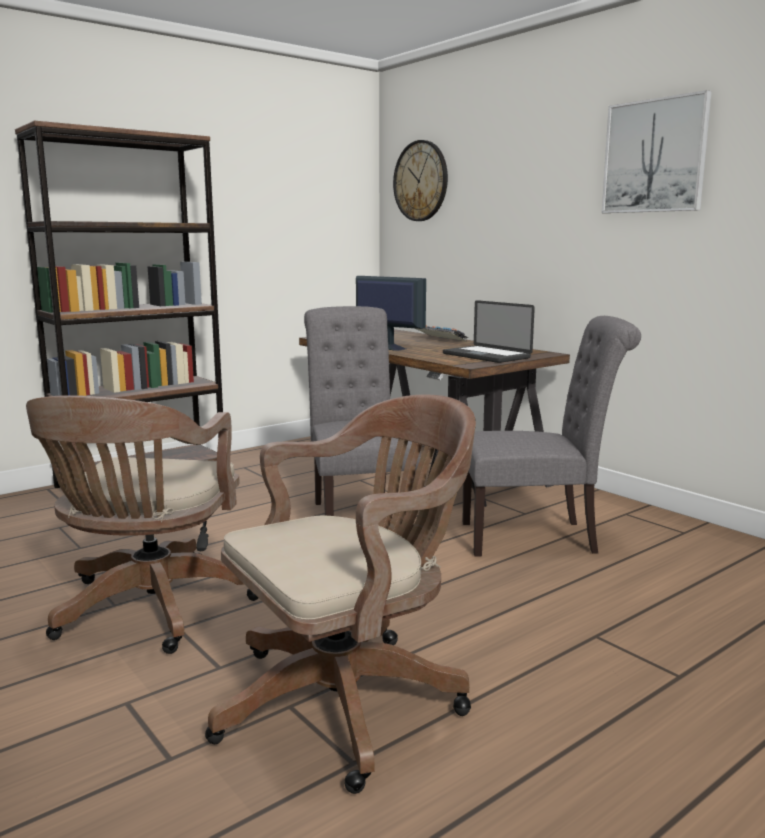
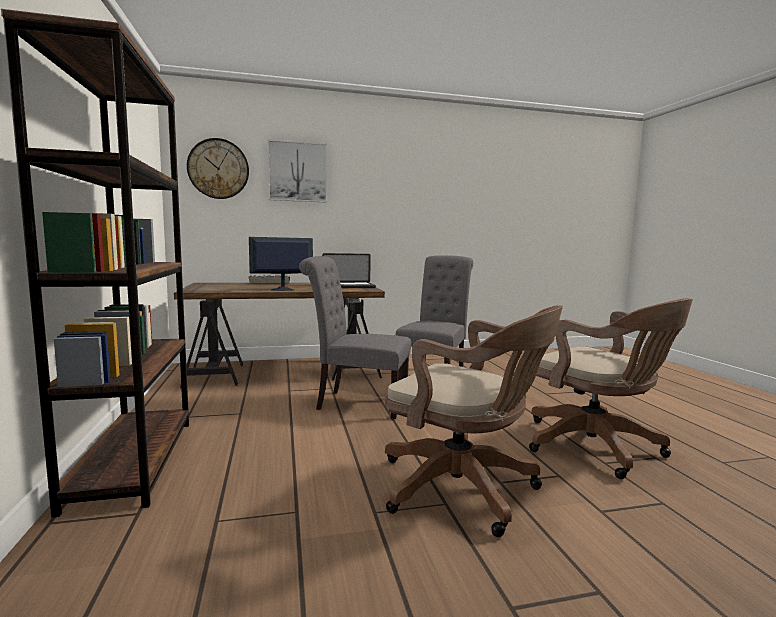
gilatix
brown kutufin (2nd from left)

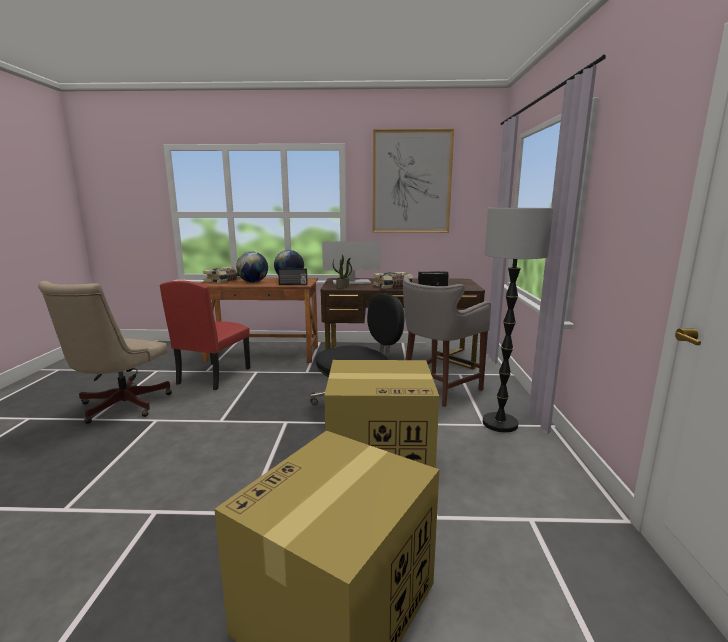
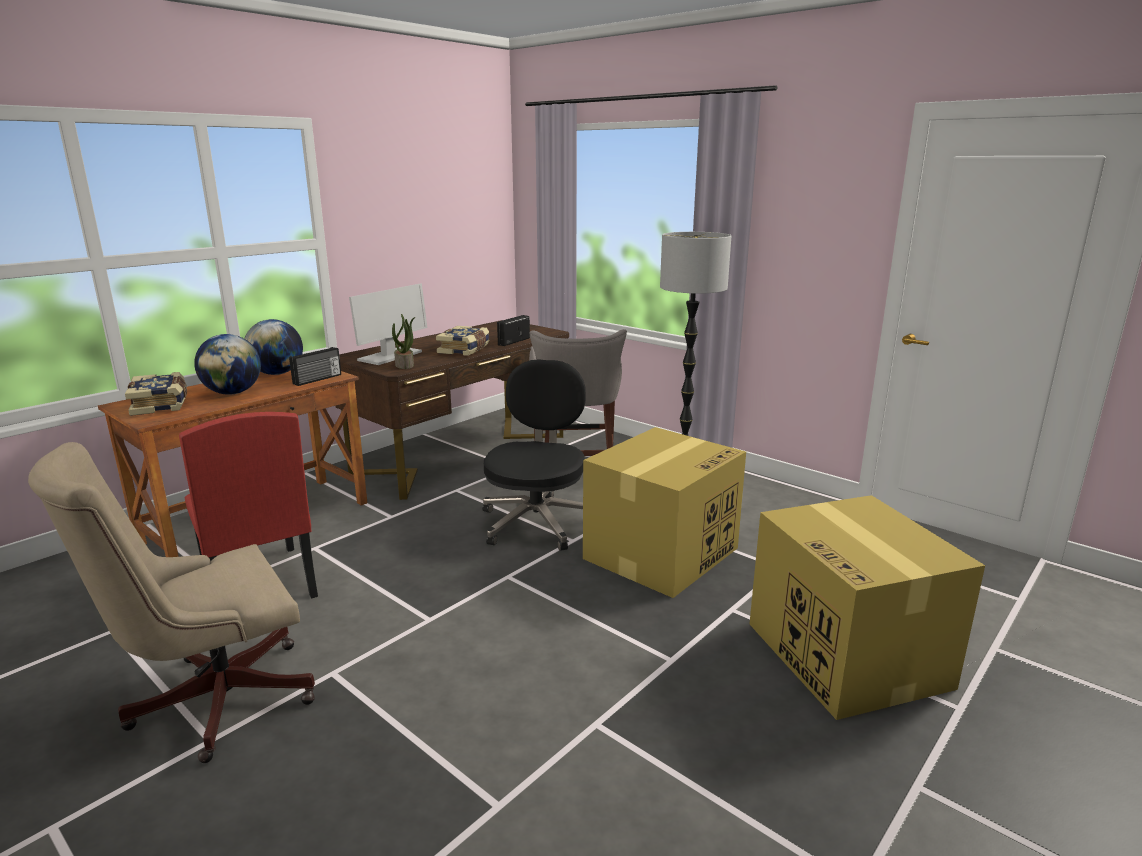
gilatix
beige kutufin

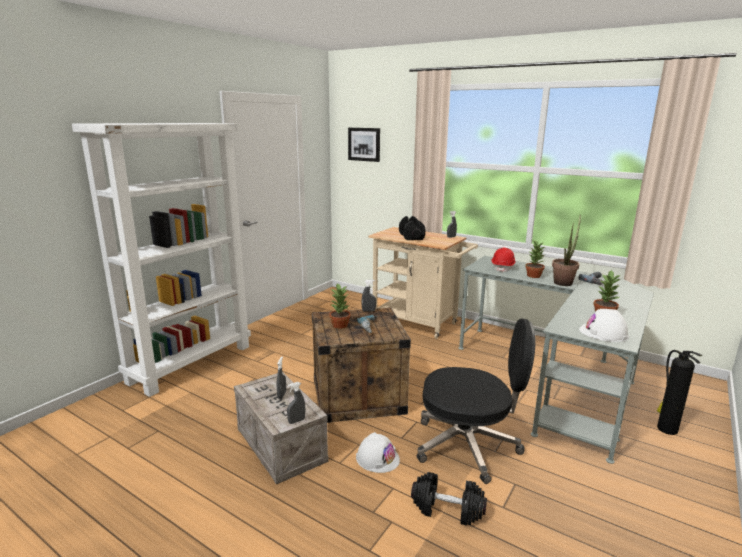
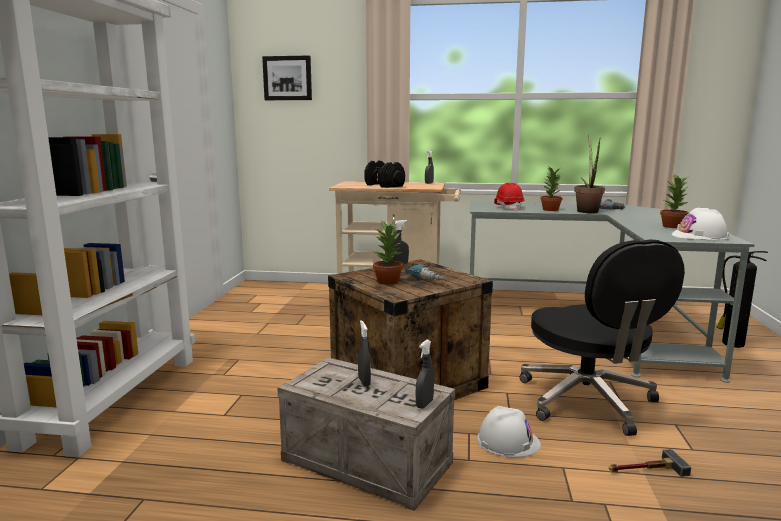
black kutufin
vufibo

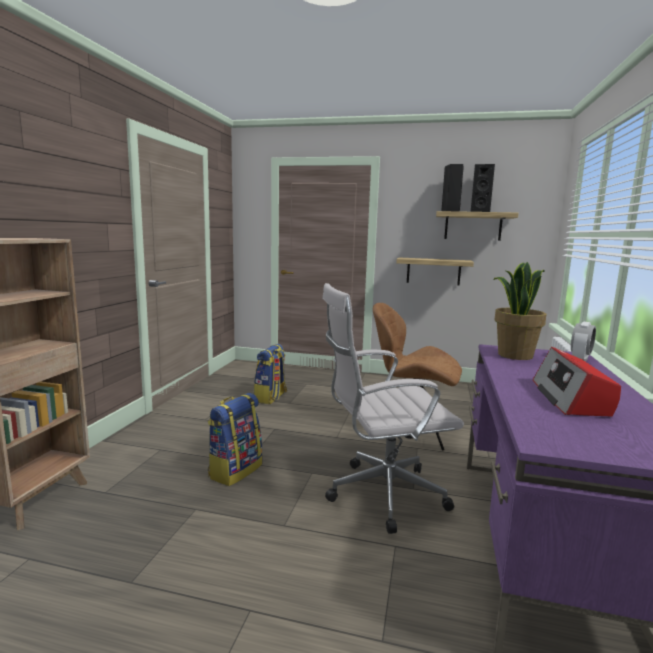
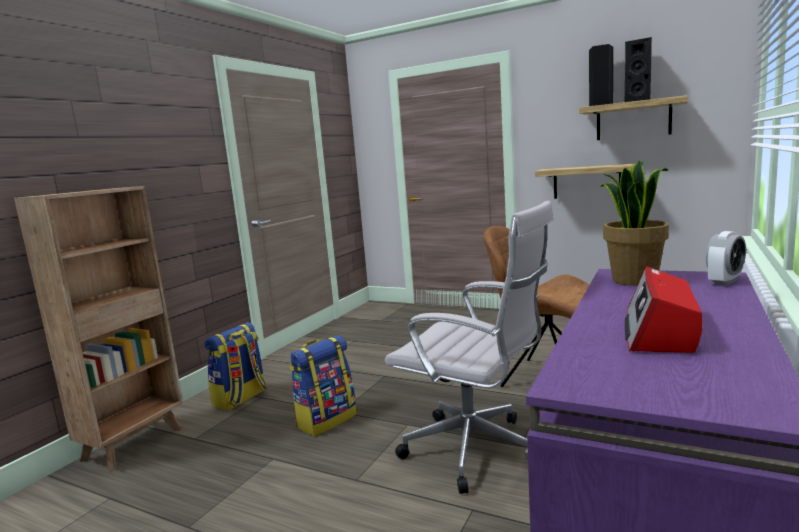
white kutufin
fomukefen (1st from left)

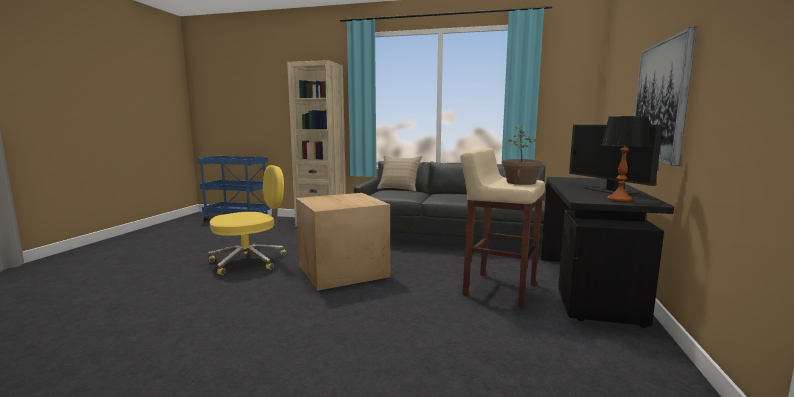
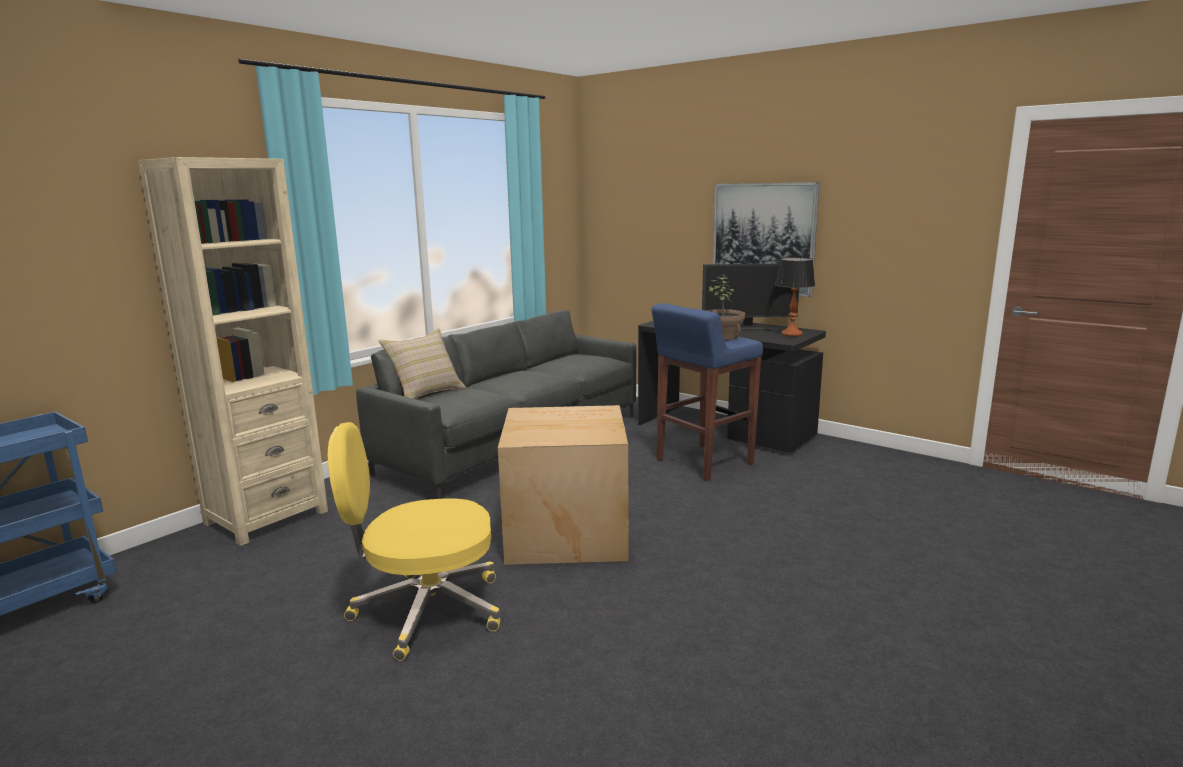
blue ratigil
yellow kutufin

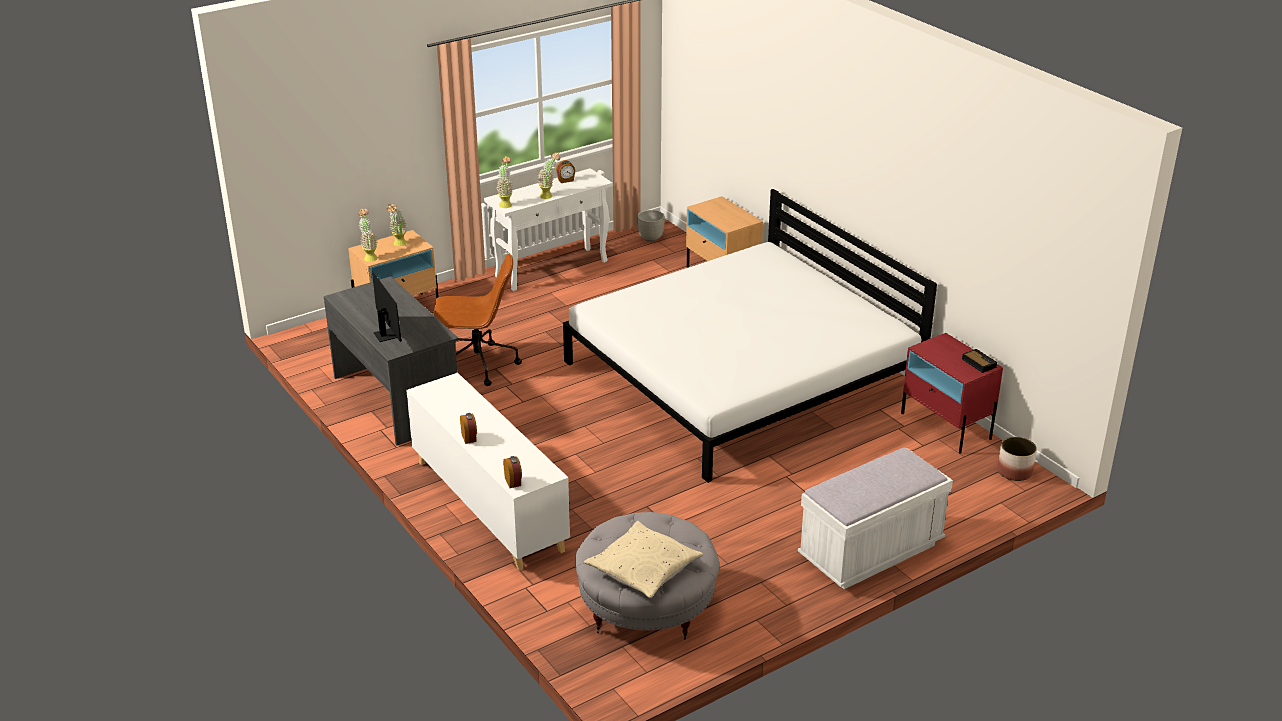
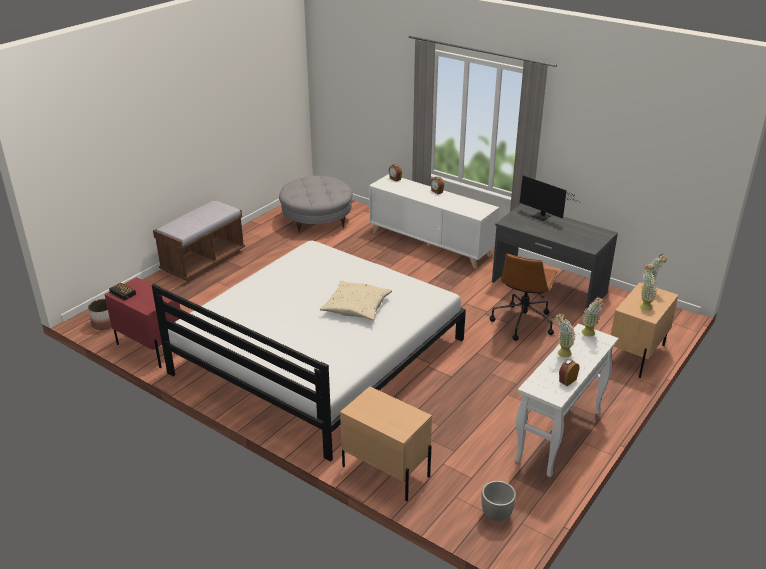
brown kutufin
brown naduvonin
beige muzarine

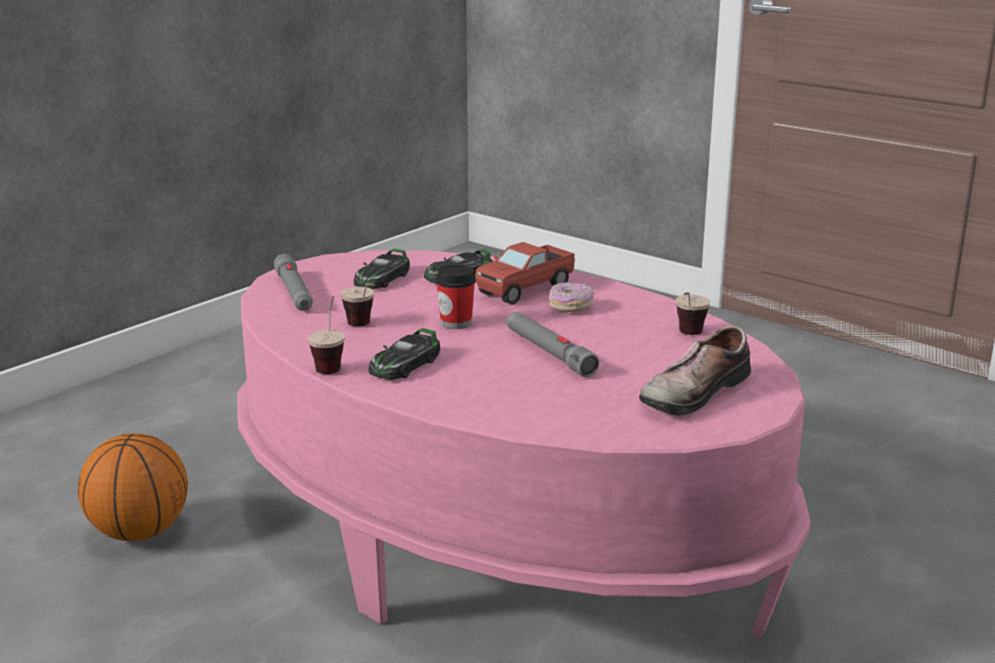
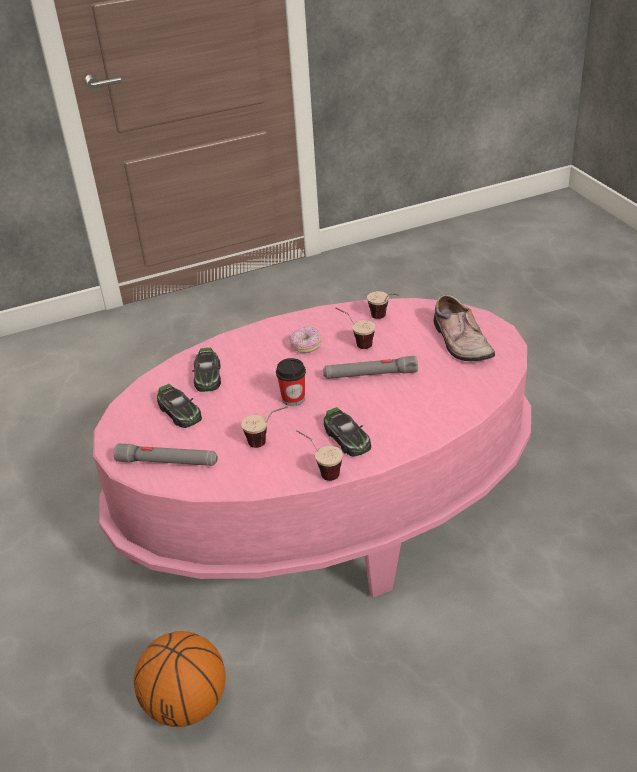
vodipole
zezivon (4th from left)

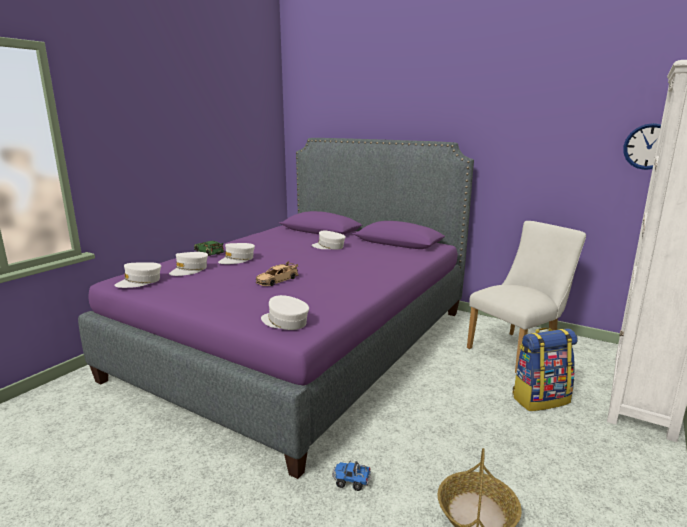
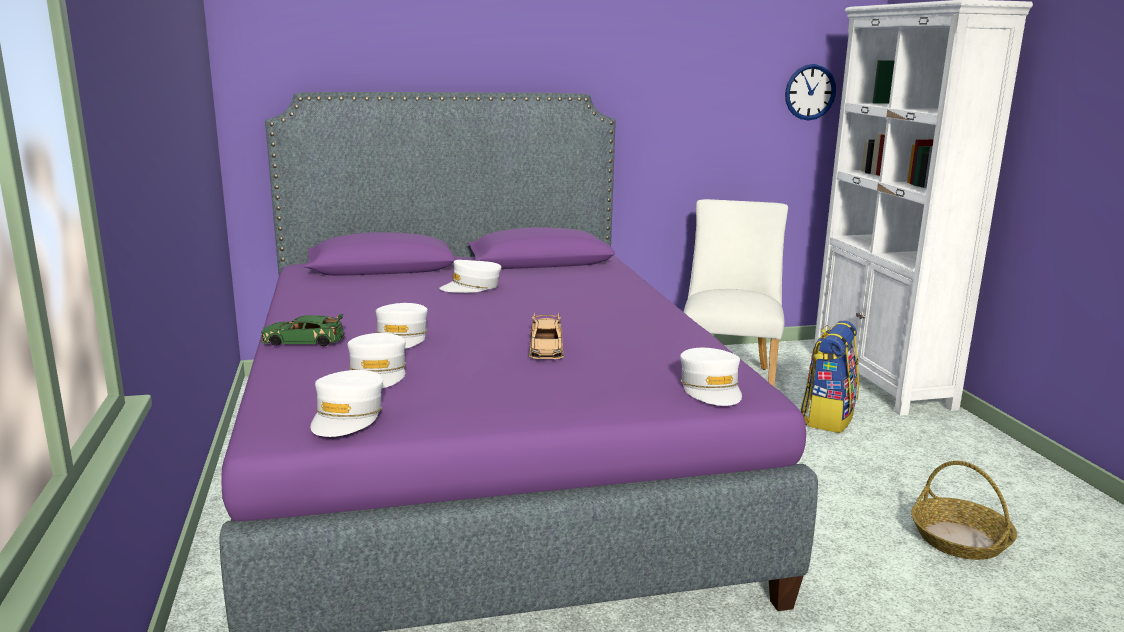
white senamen (5th from left)
vodipole

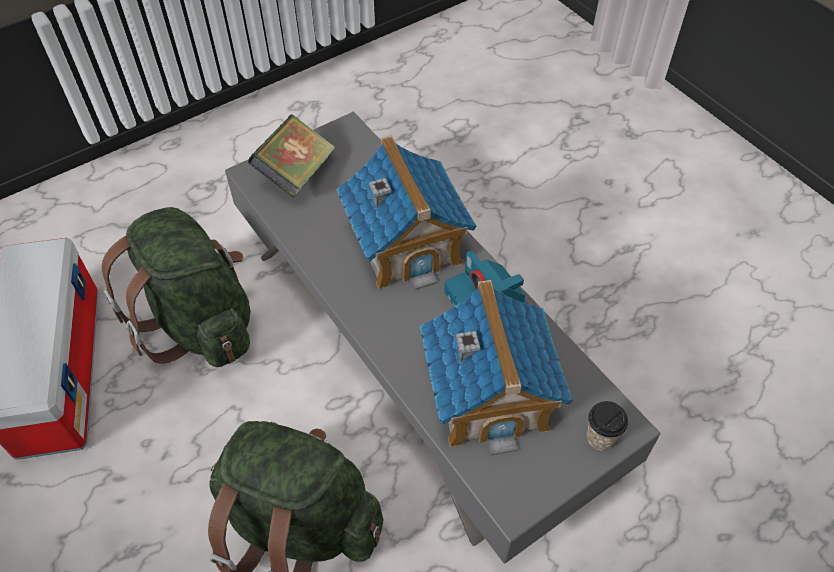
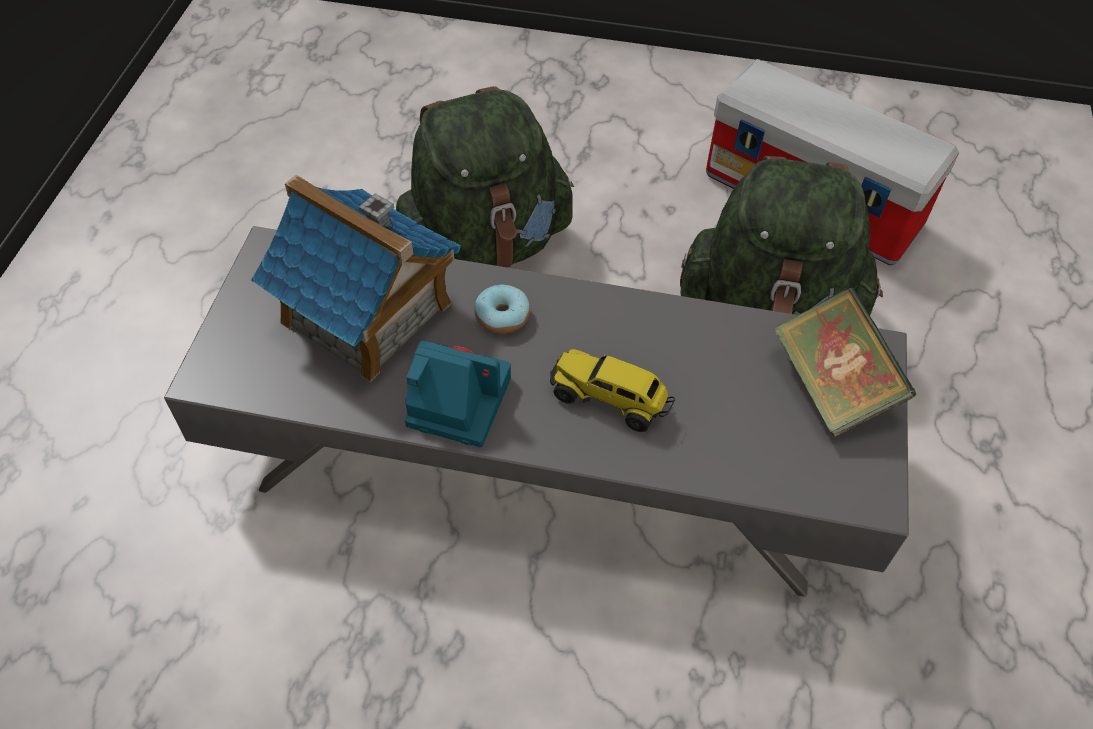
vodipole
zezivon
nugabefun

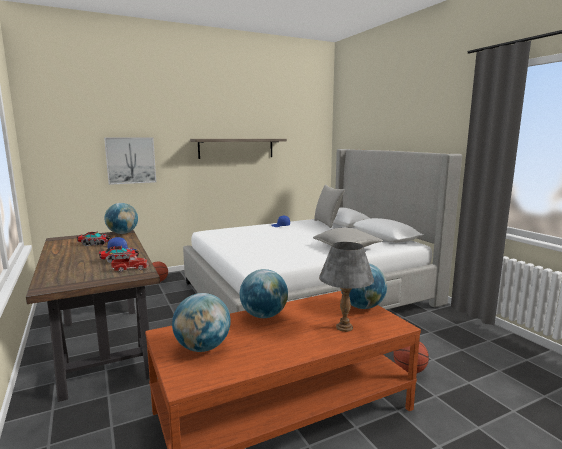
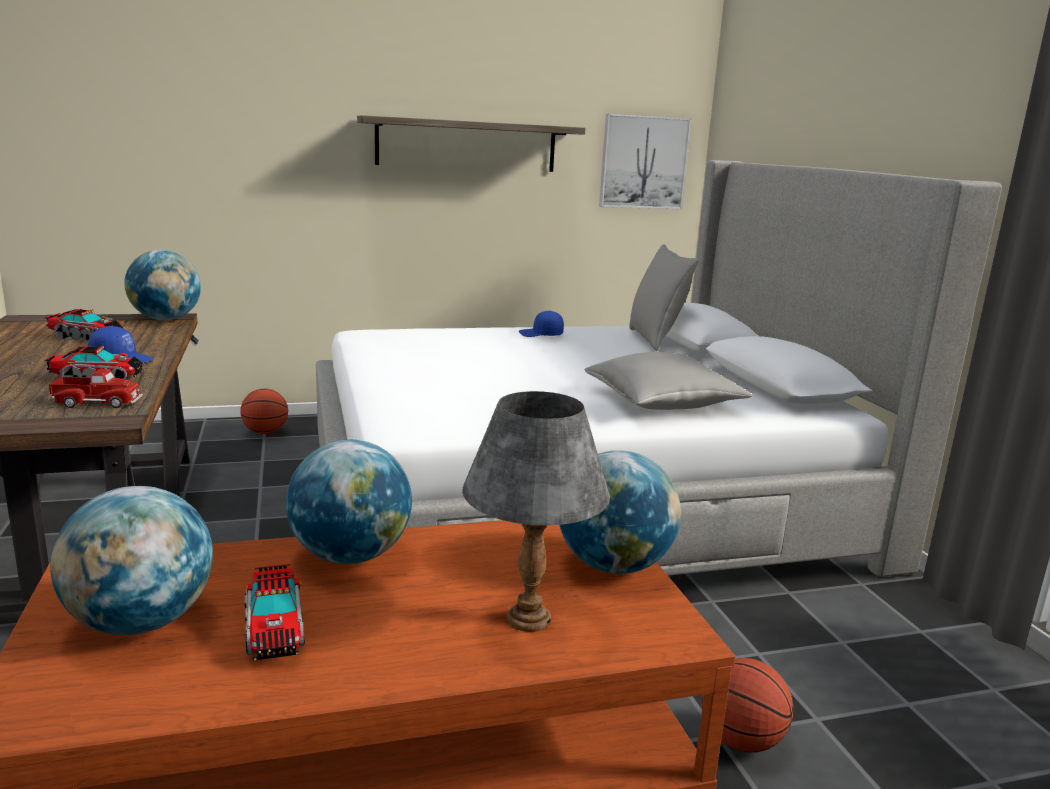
gilatix
vodipole (4th from left)

